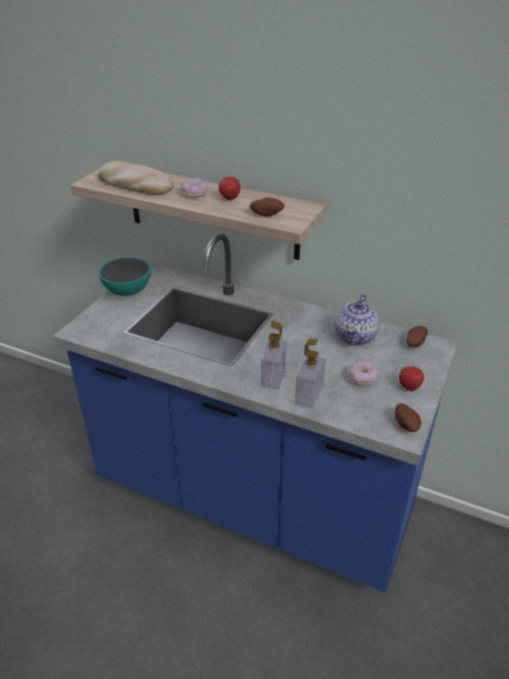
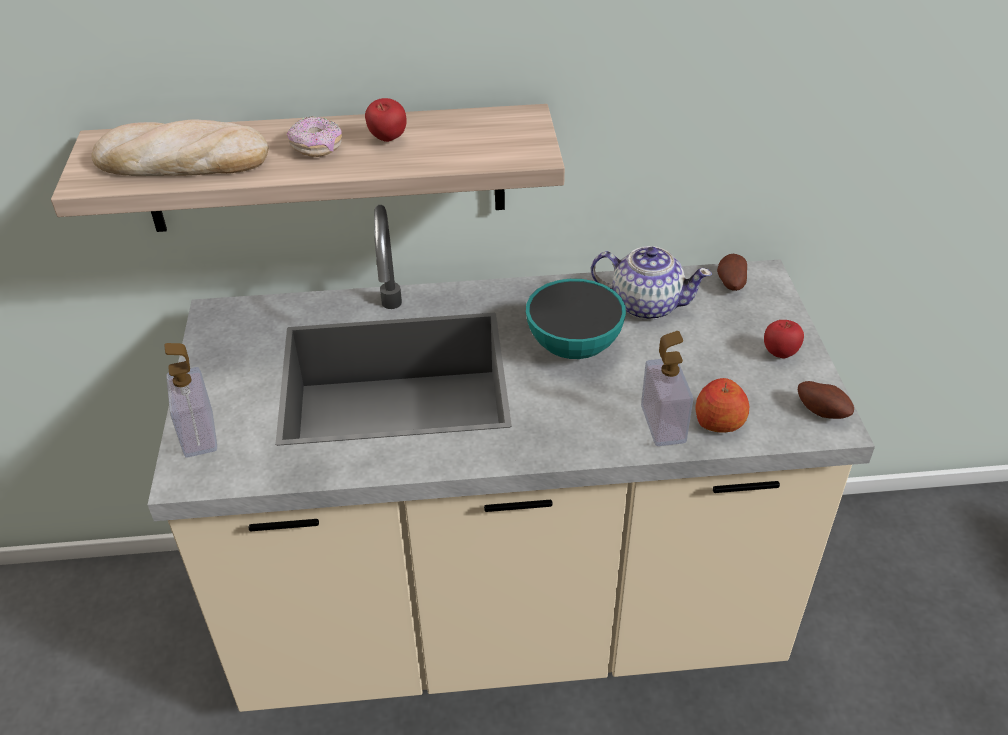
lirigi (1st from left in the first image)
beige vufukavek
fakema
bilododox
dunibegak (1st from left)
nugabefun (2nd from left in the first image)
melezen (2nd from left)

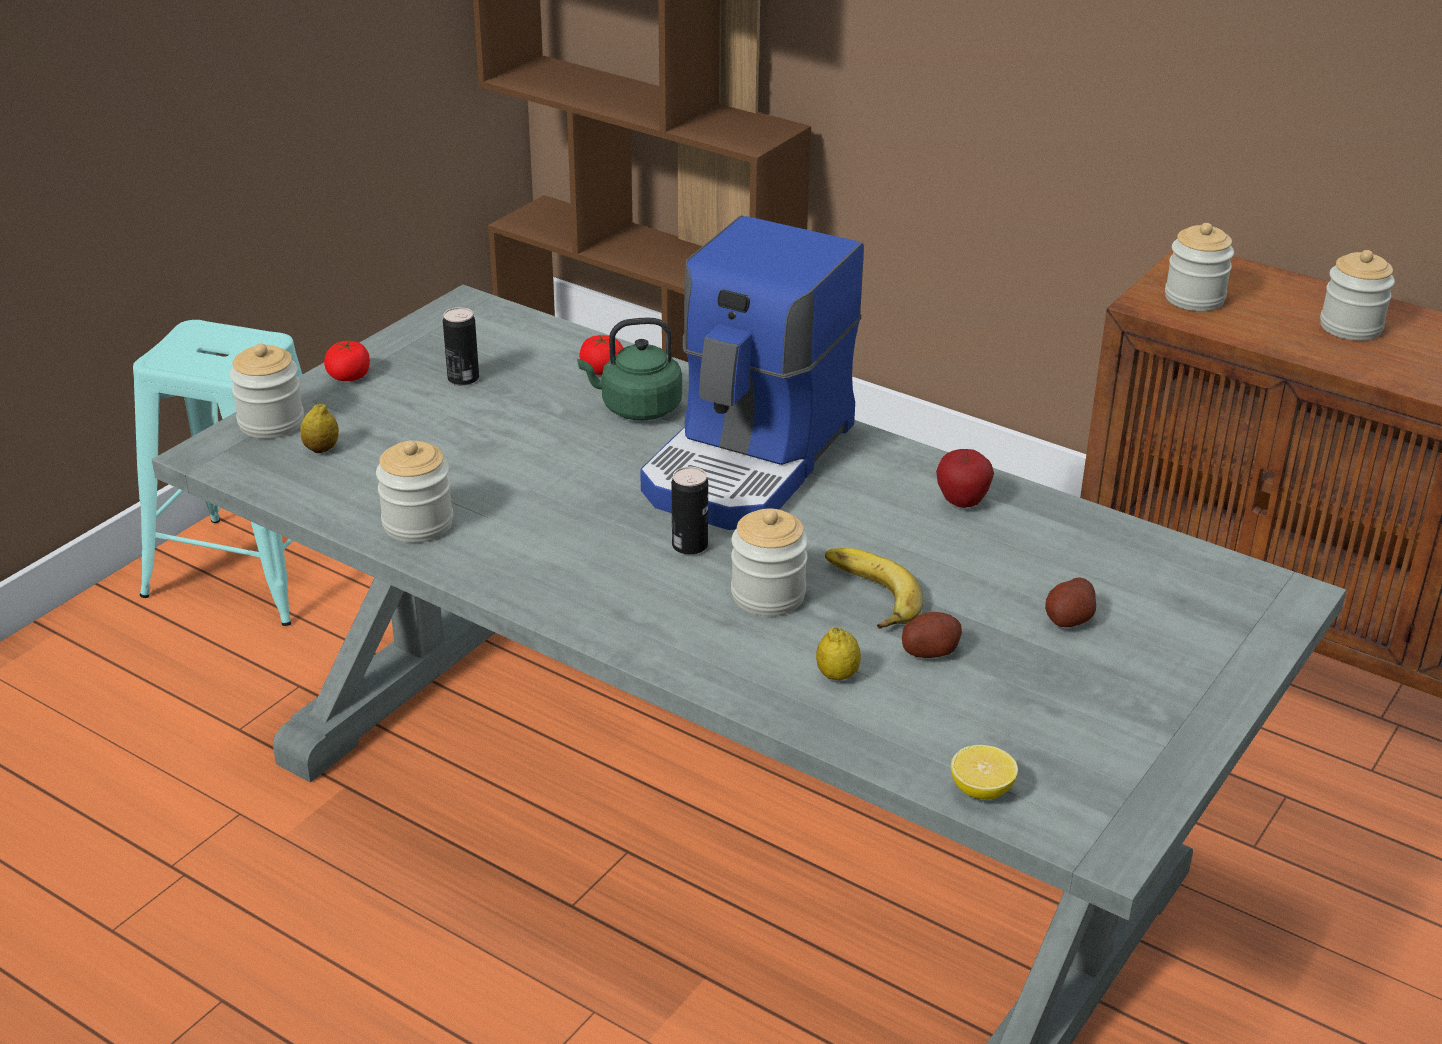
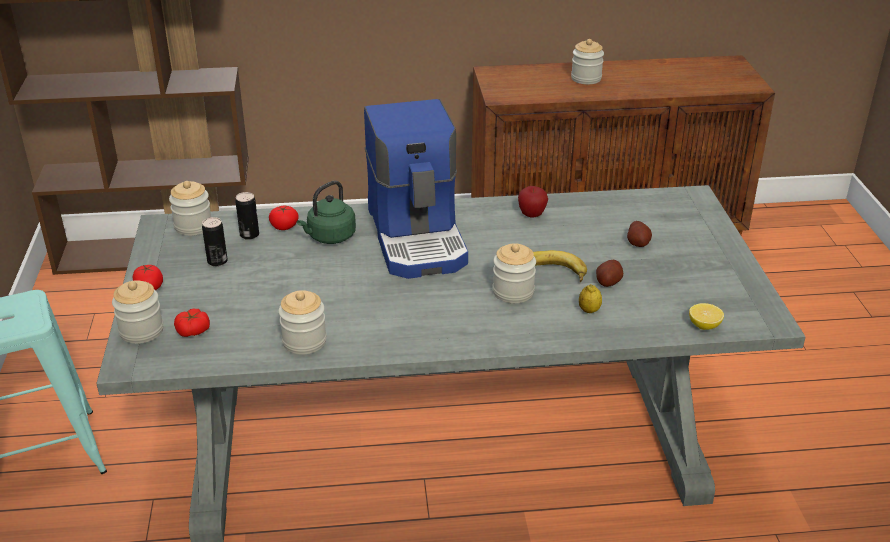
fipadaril (2nd from left)
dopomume (2nd from left)
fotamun (2nd from left)

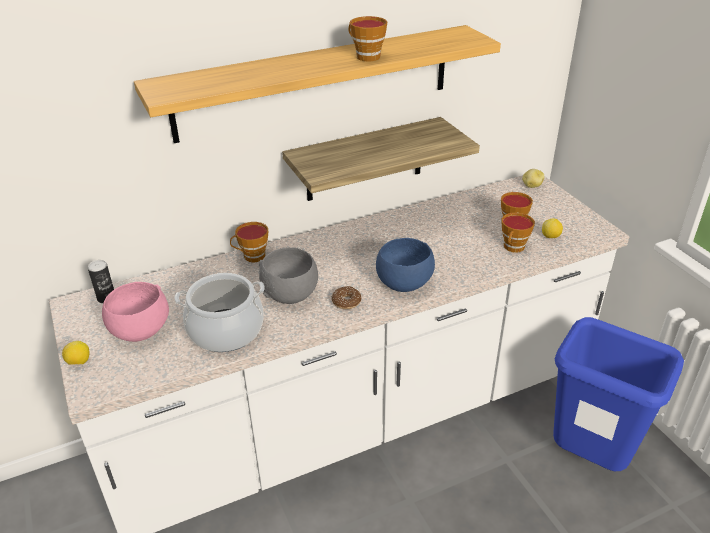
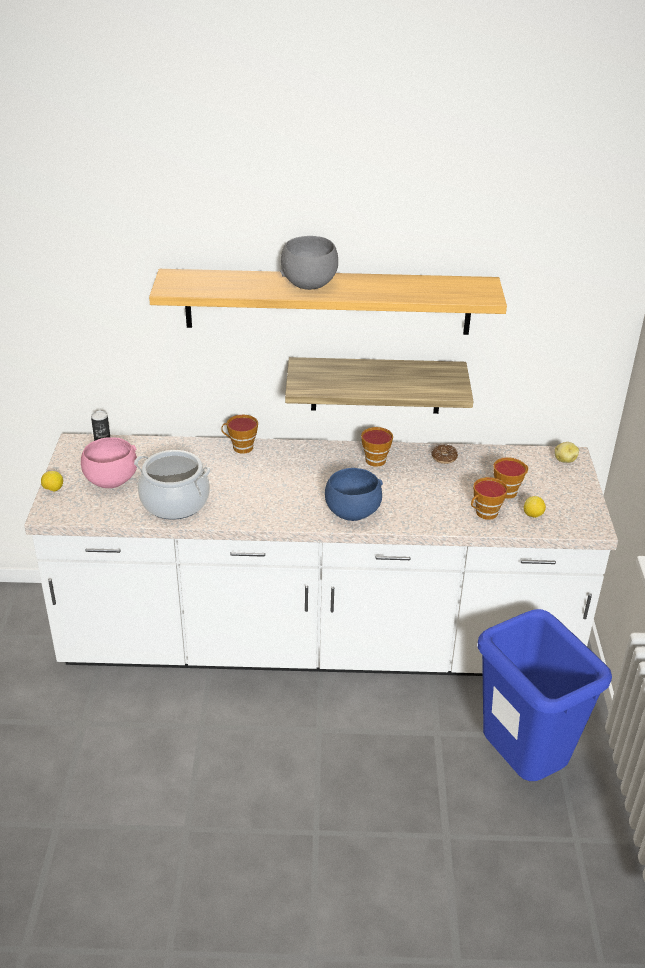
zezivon (2nd from left)
grey fakema
nugabefun

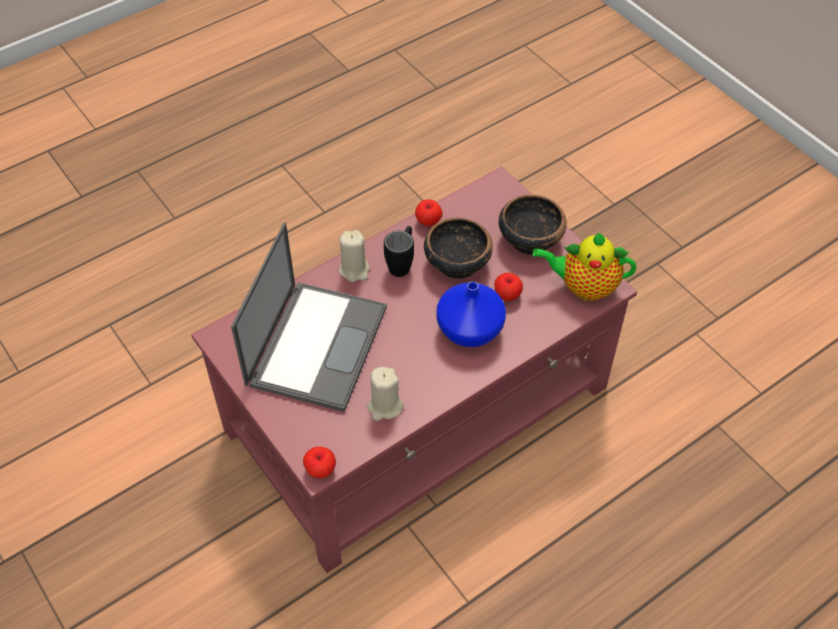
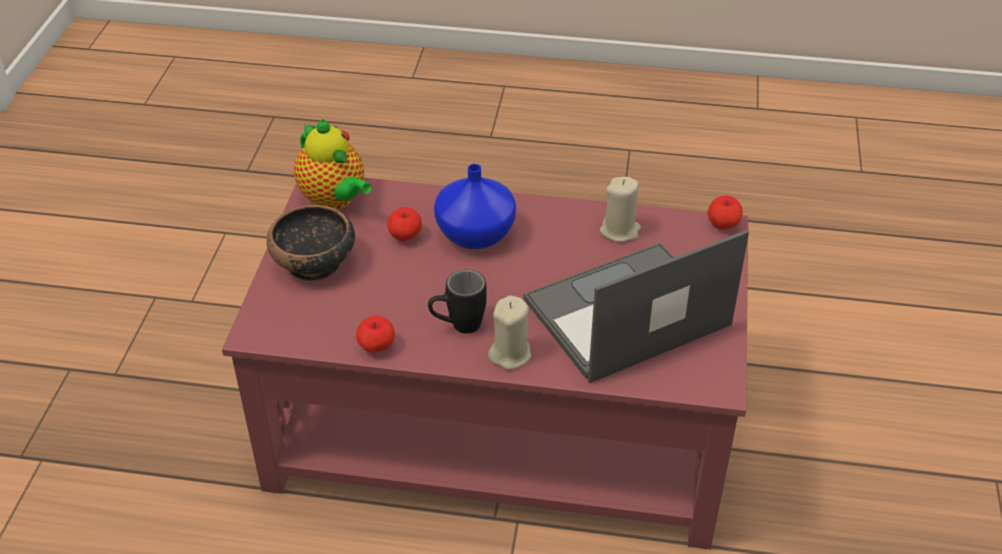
fakema (1st from left in the first image)

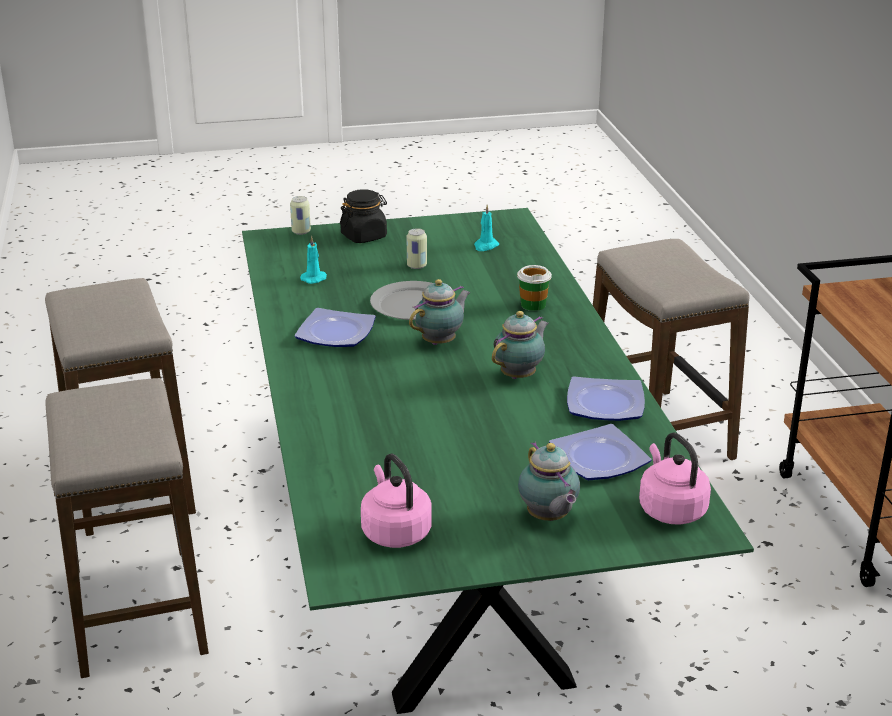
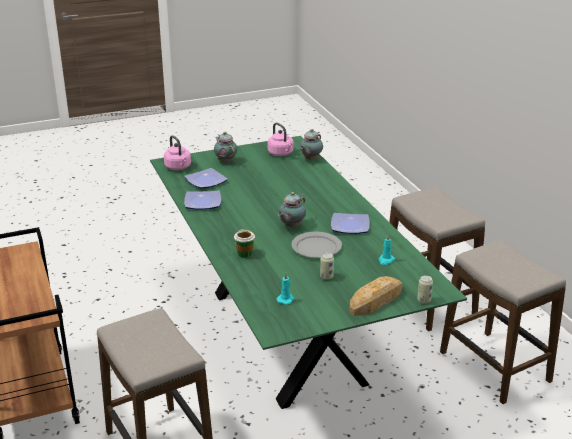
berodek
bilododox (3rd from left)

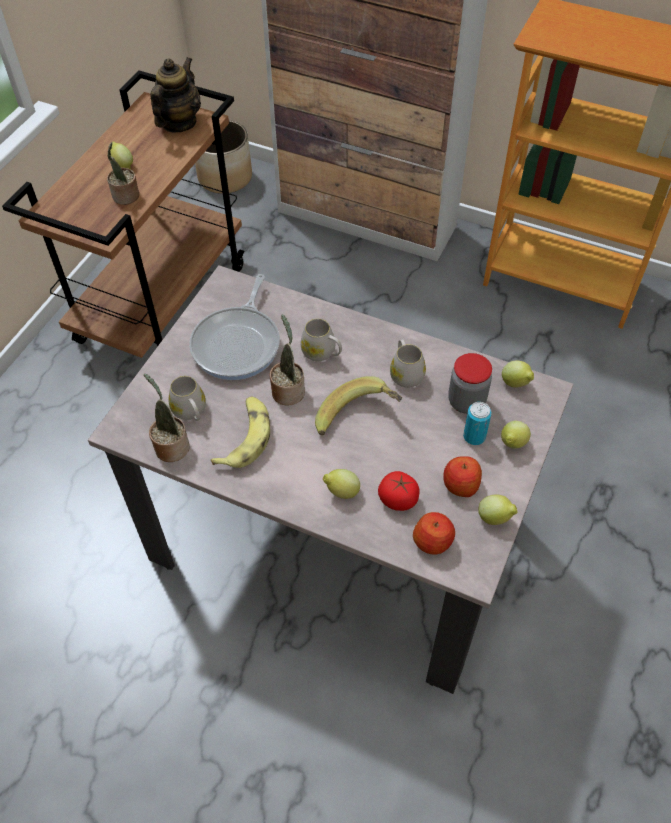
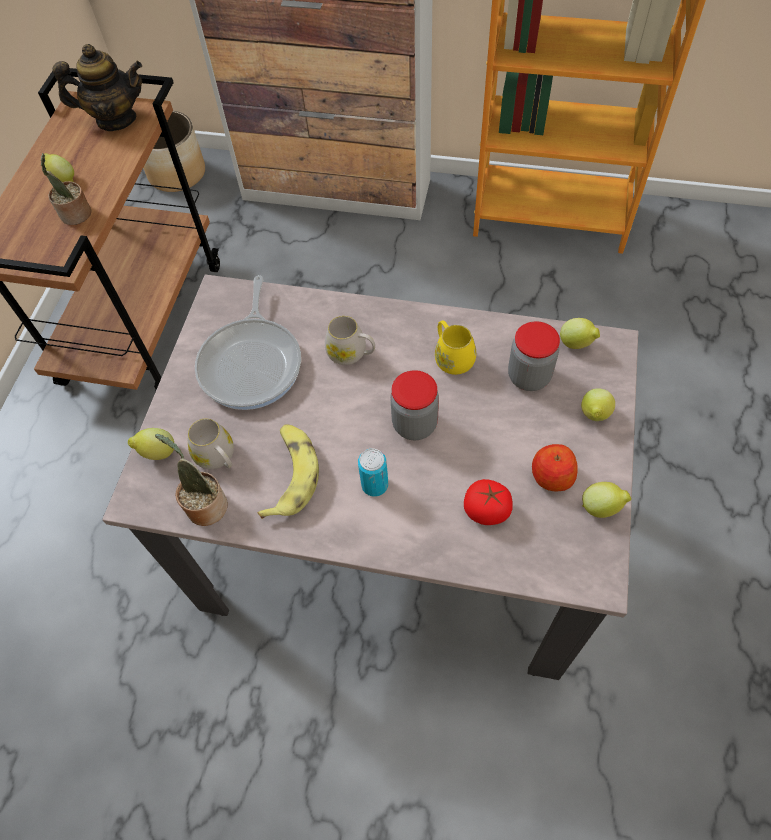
bilododox
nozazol (3rd from left in the first image)
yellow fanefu
fipadaril (1st from left)
fotamun
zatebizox (2nd from left)
melezen (1st from left in the first image)

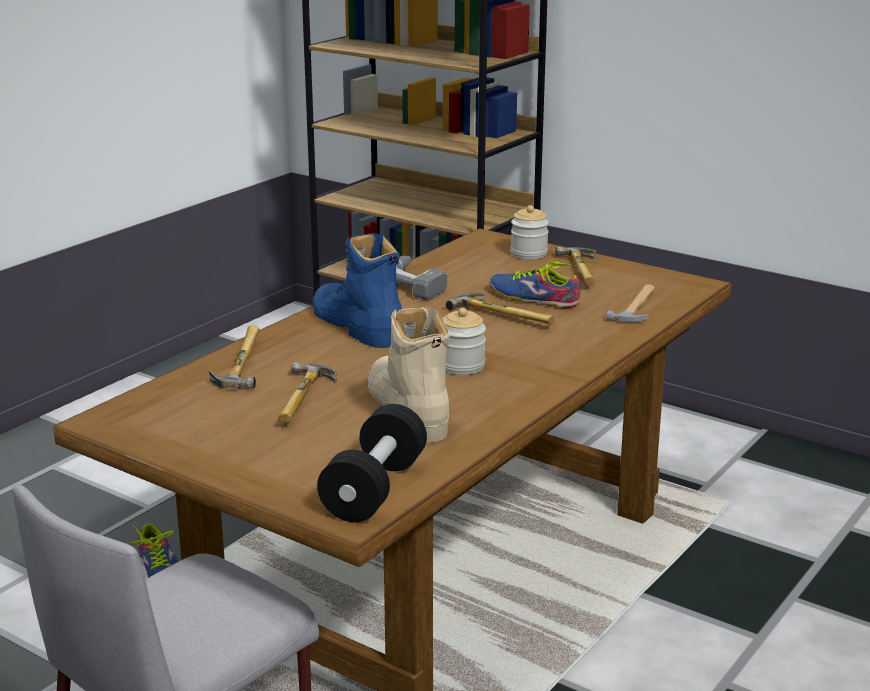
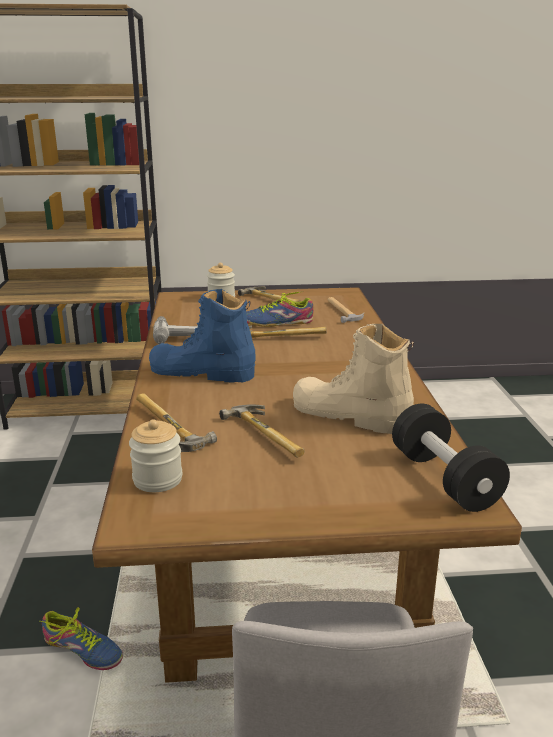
fipadaril (1st from left)

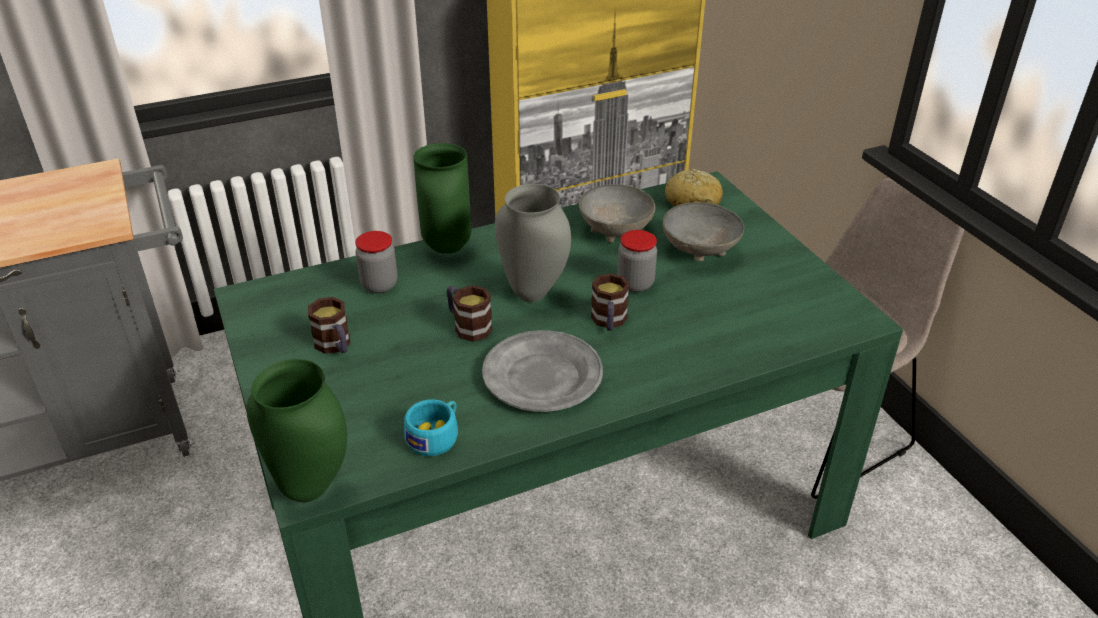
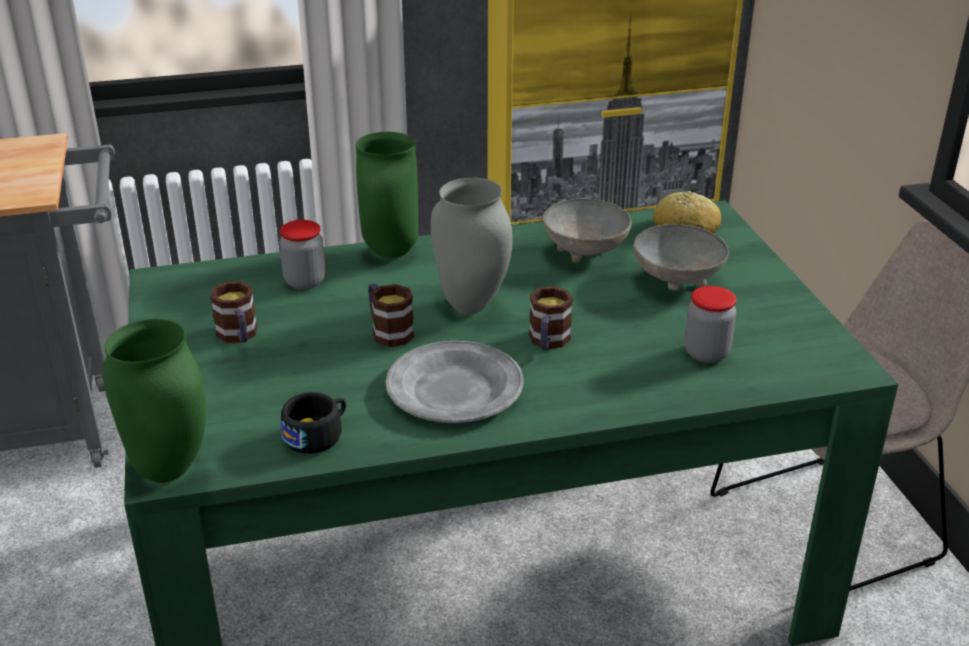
fipadaril (2nd from left)
black zezivon

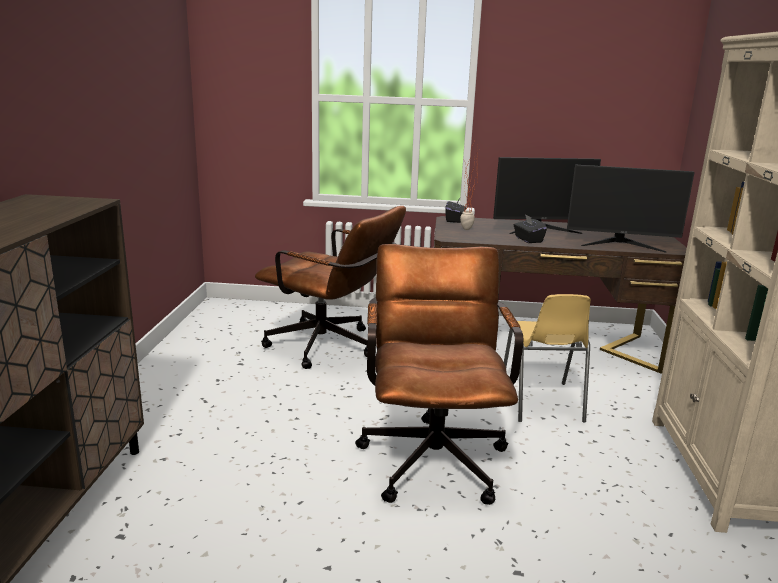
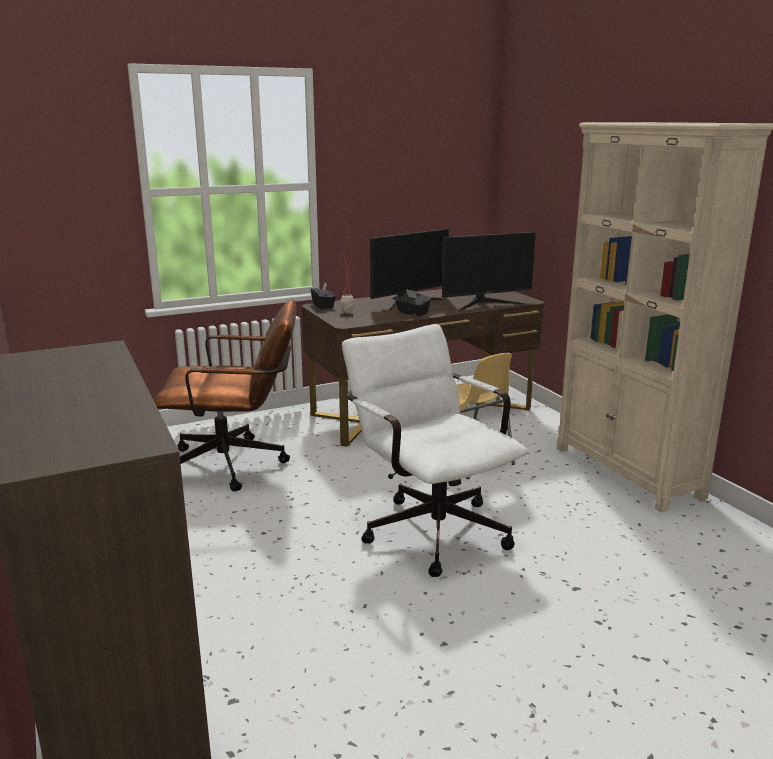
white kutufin

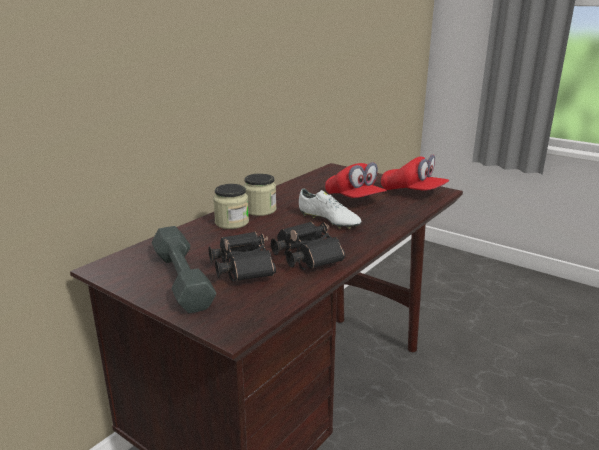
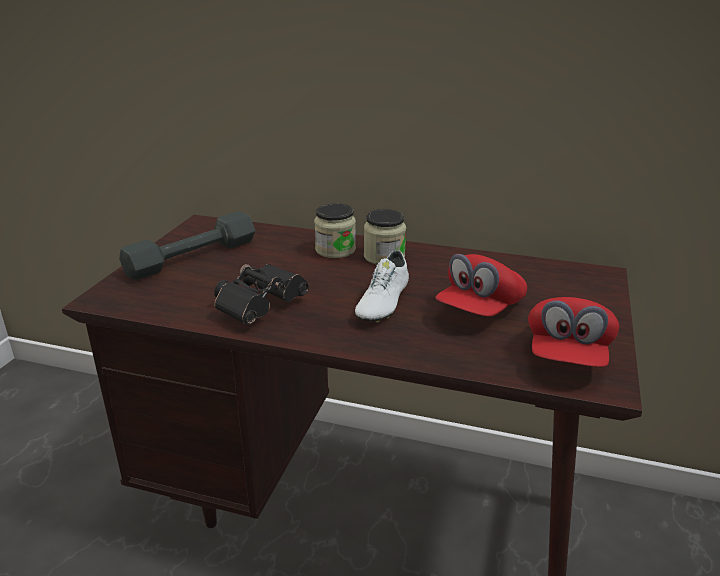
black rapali (1st from left in the first image)

